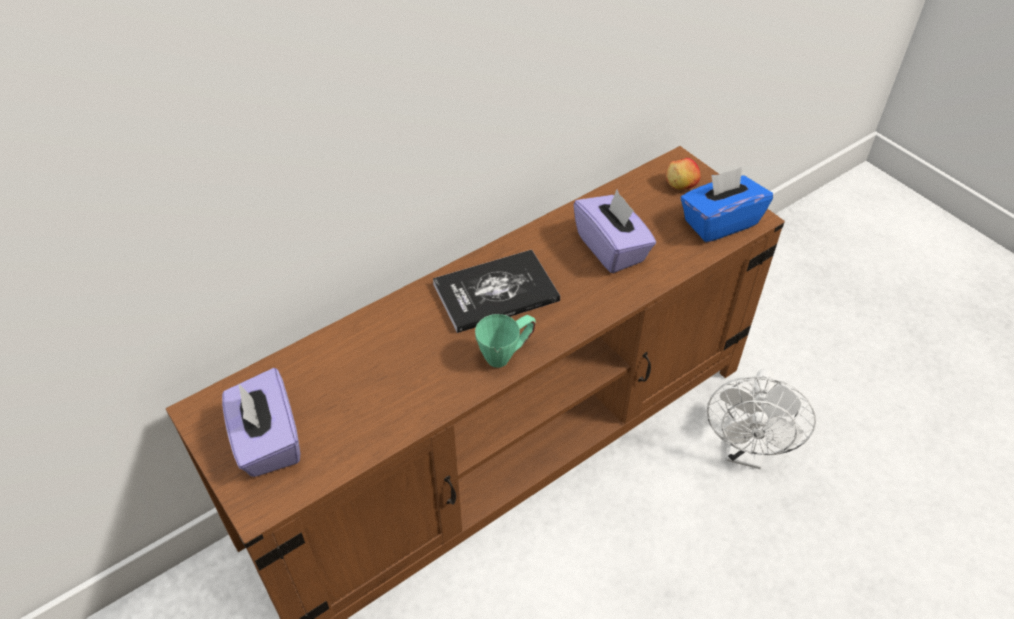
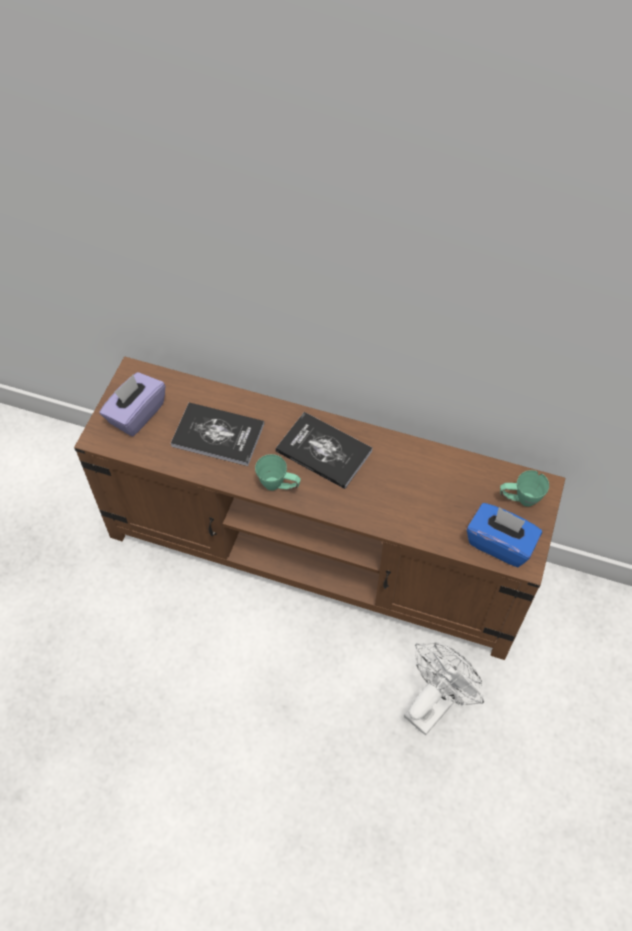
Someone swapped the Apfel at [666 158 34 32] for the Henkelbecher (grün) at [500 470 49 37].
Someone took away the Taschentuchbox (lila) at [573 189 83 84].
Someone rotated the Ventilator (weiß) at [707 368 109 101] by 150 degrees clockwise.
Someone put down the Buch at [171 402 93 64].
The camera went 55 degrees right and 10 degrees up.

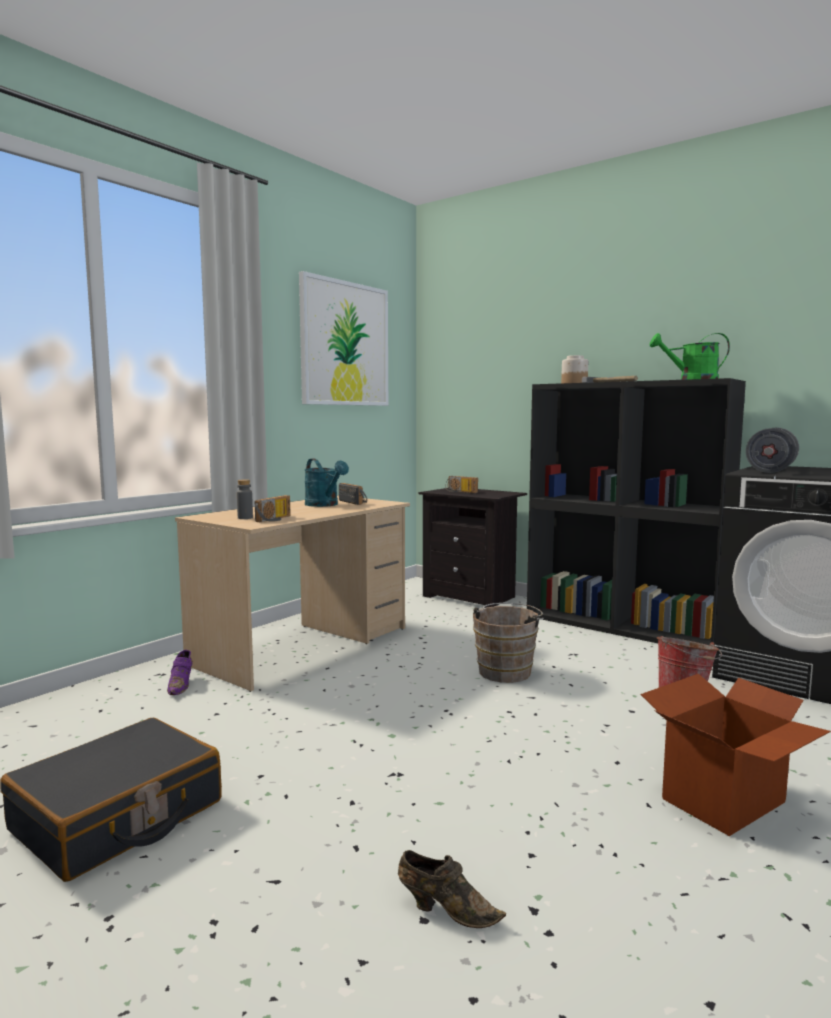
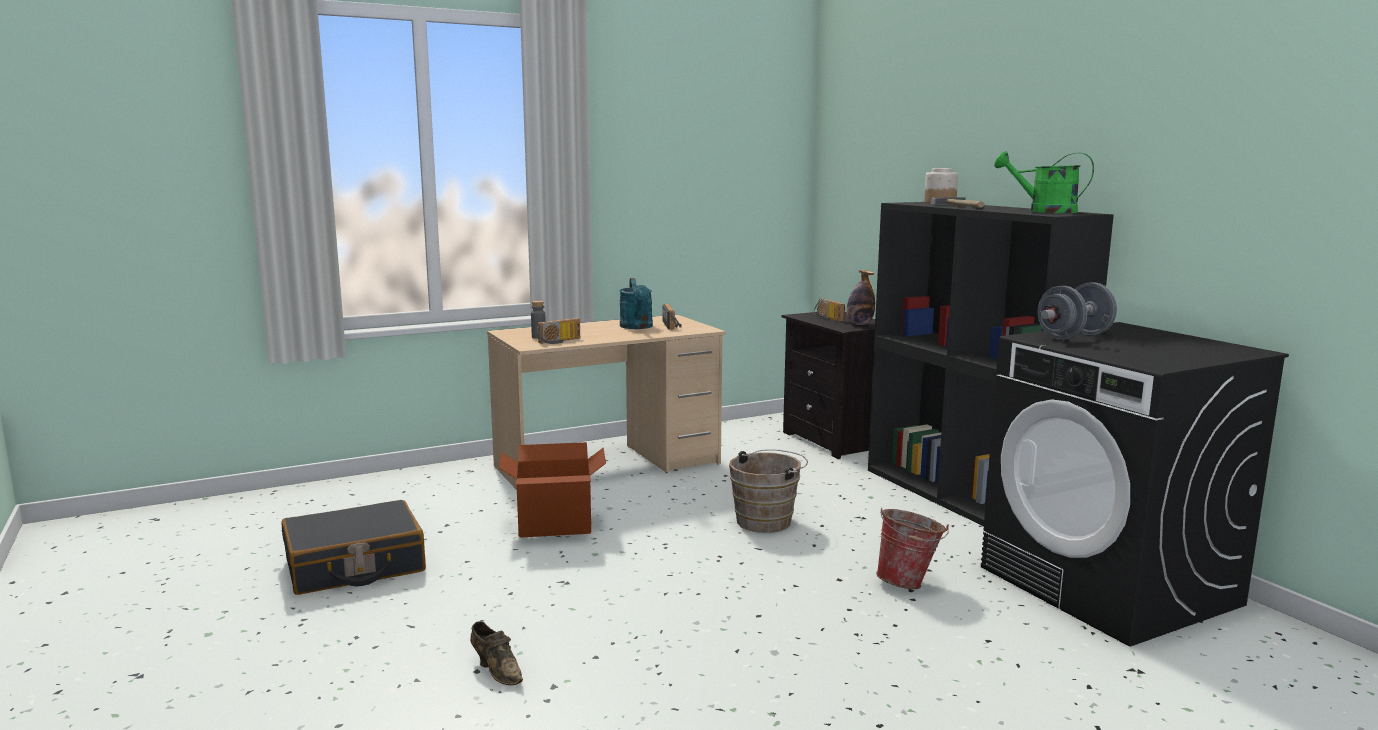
Someone took away the Bild at [299 271 89 135].
Someone took away the Schuh (lila) at [167 650 26 45].
Someone carried the Karton from [641 674 190 162] to [499 442 107 96].
Someone put down the Flasche at [847 270 28 55].
The camera went 25 degrees right and 5 degrees up.

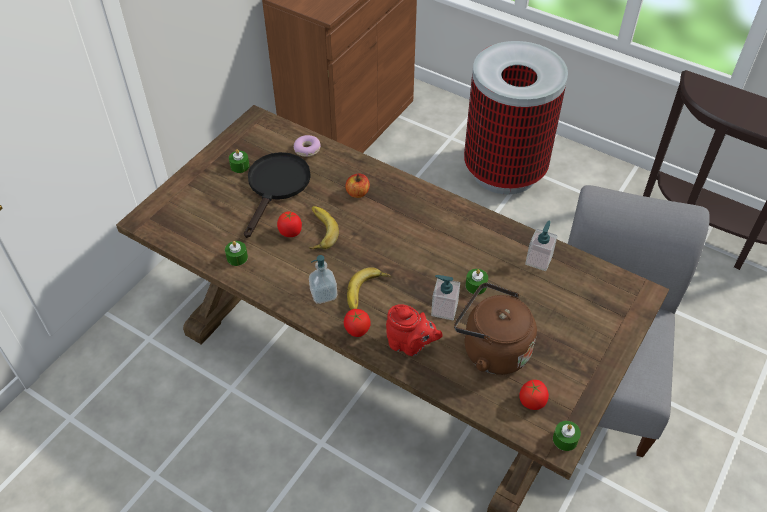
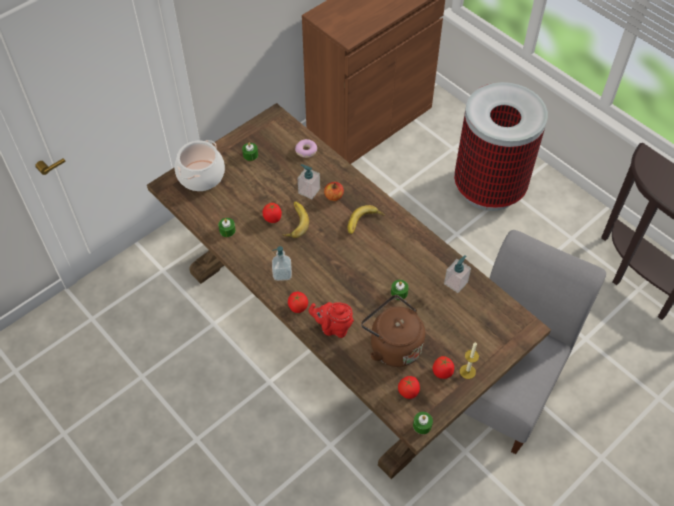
Someone took away the Pfanne (schwarz) at [244 152 67 86].
Someone carried the Banane from [347 267 45 43] to [348 205 37 30].
Someone carried the Seifenspender from [431 275 29 45] to [298 164 22 35].
Someone rotated the Teekanne (rot) at [386 305 57 51] by 150 degrees clockwise.
Someone put down the Kochtopf at [175 140 50 51].
Someone put down the Kerze at [460 342 19 37].
Someone put down the Tomate at [433 356 21 23].
The camera went 15 degrees right and 5 degrees up.

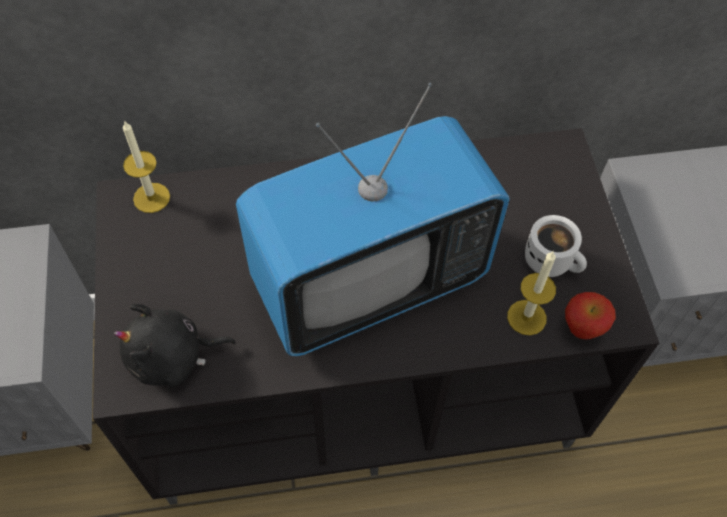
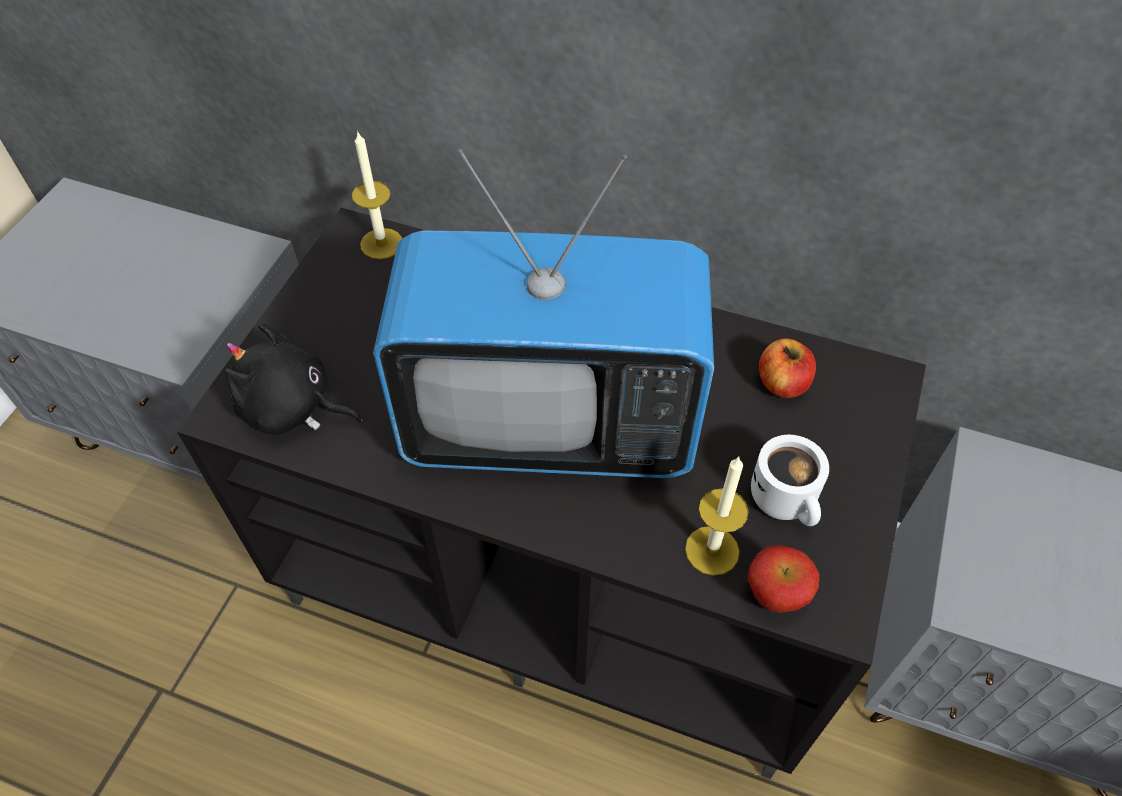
Someone put down the Apfel at [759 338 57 60].
The camera went 30 degrees right and 5 degrees down.

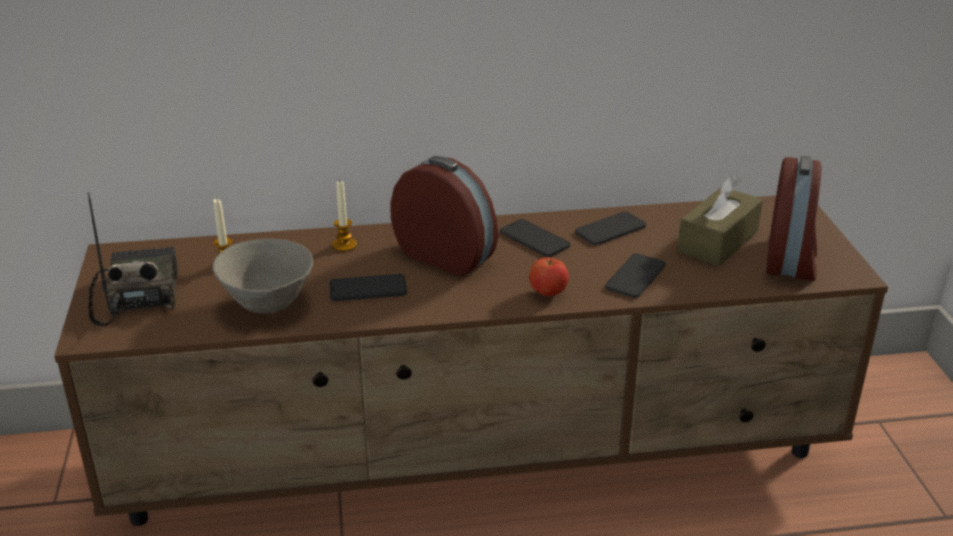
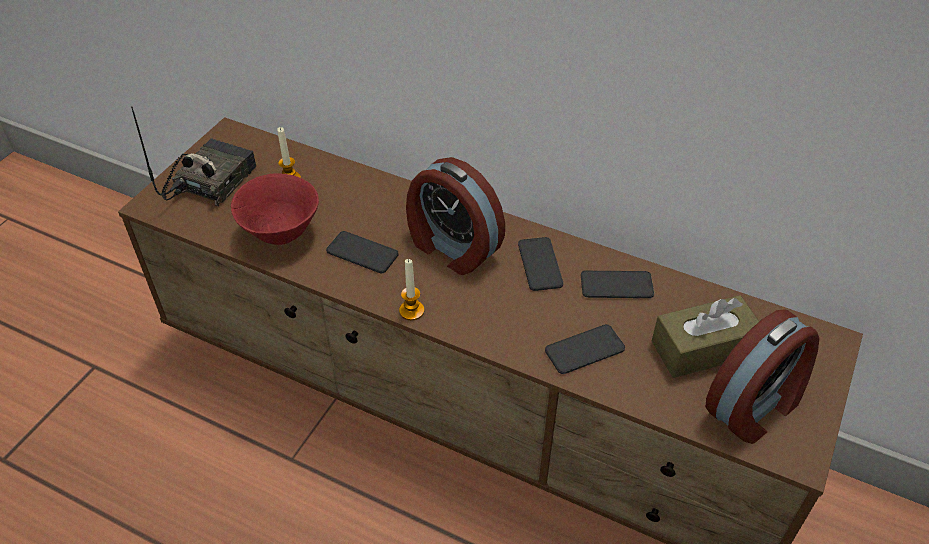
Someone rotated the Wecker at [390 156 109 120] by 150 degrees clockwise.
Someone carried the Kerze from [332 180 25 72] to [399 259 25 61].
Someone repainted the Schüssel (grau) at [213 239 100 75], which became the Schüssel (rot) at [231 173 88 72].
Someone took away the Apfel at [529 257 40 40].
The camera went 35 degrees right and 15 degrees up.

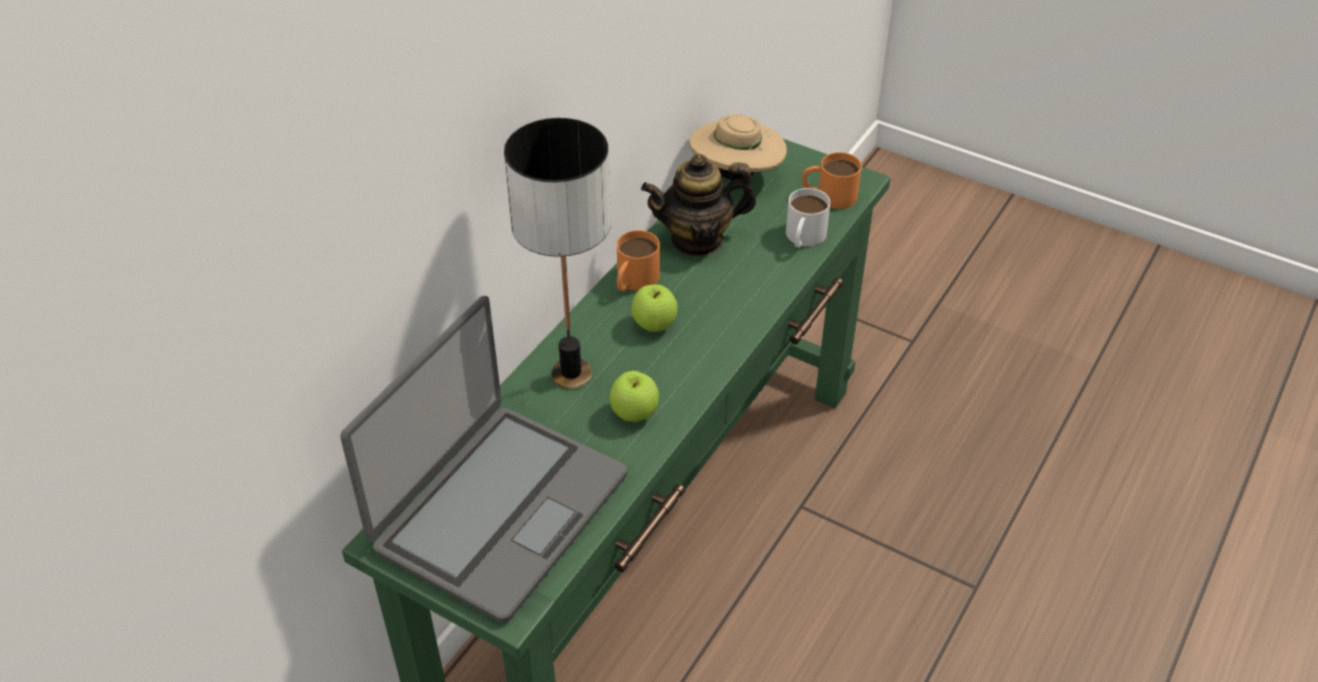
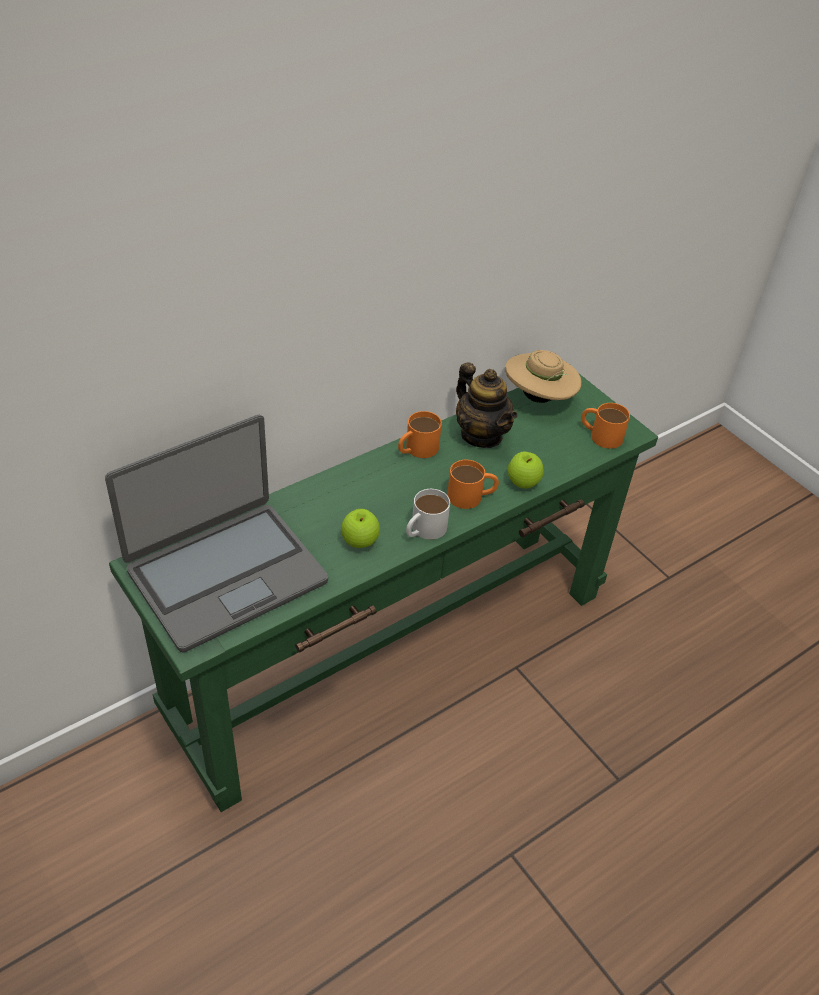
Someone took away the Tischlampe at [504 118 107 271].
Someone rotated the Teekanne at [641 154 115 103] by 135 degrees counterclockwise.
Someone carried the Henkelbecher (weiß) from [786 188 44 60] to [406 489 44 51].
Someone carried the Apfel from [631 284 47 48] to [508 452 36 37].
Someone put down the Henkelbecher (orange) at [447 460 52 49].
The camera went 20 degrees right and 0 degrees up.

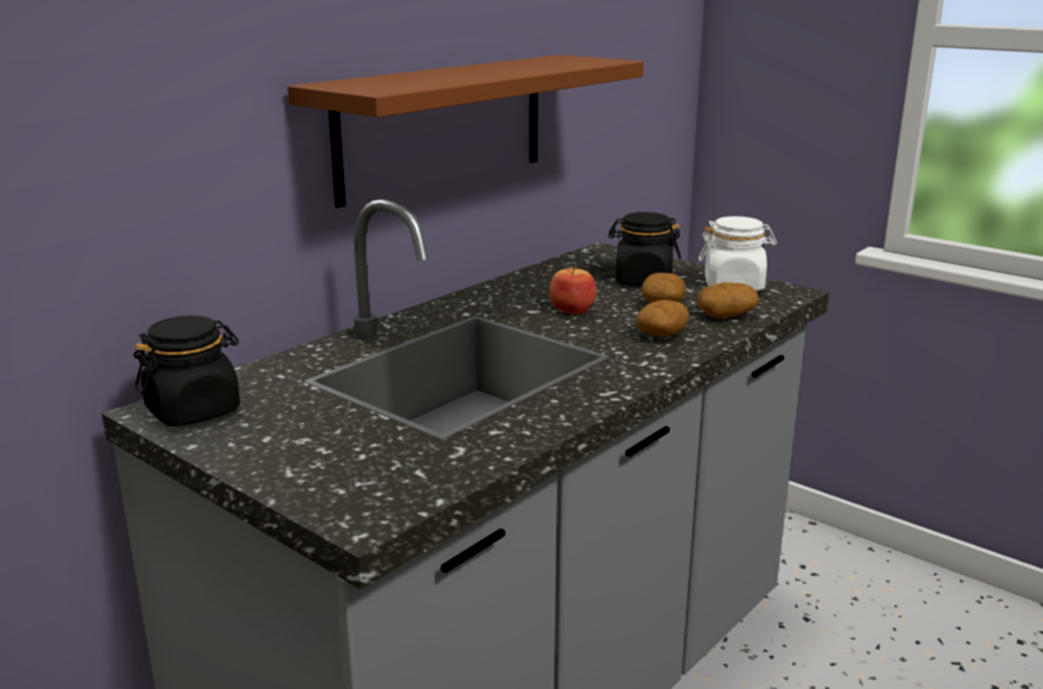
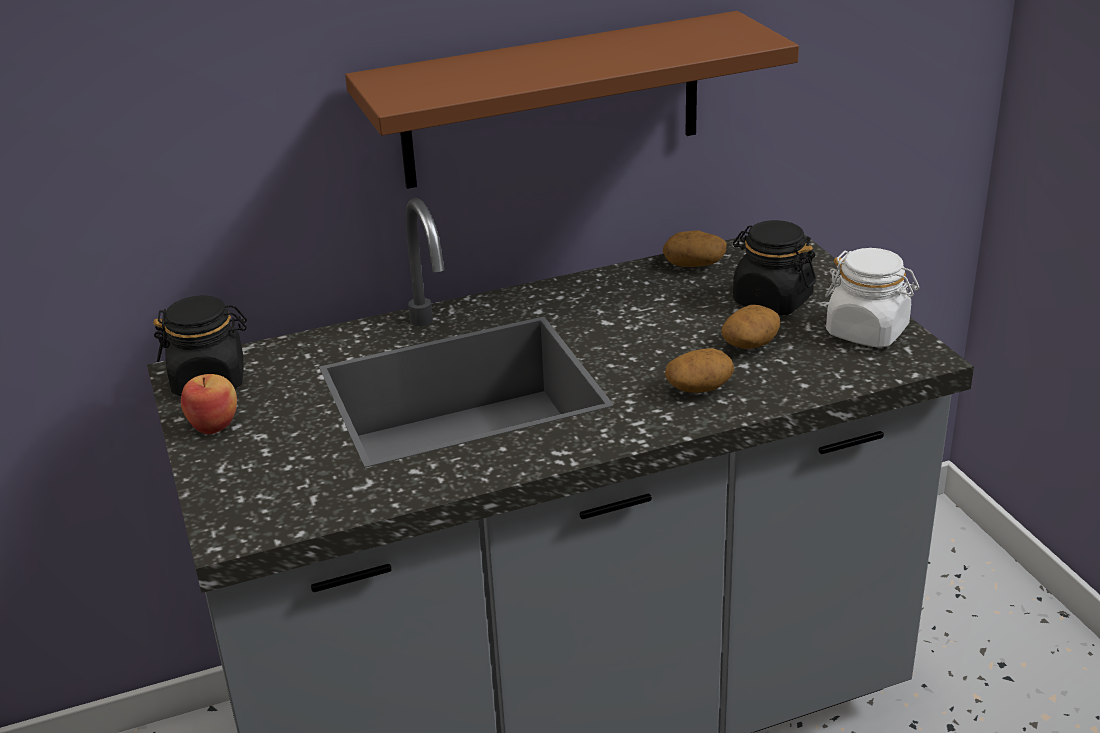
Someone carried the Apfel from [549 266 48 49] to [181 374 56 60].
Someone carried the Kartoffel from [697 282 62 36] to [663 230 64 37].
The camera went 30 degrees right and 10 degrees up.

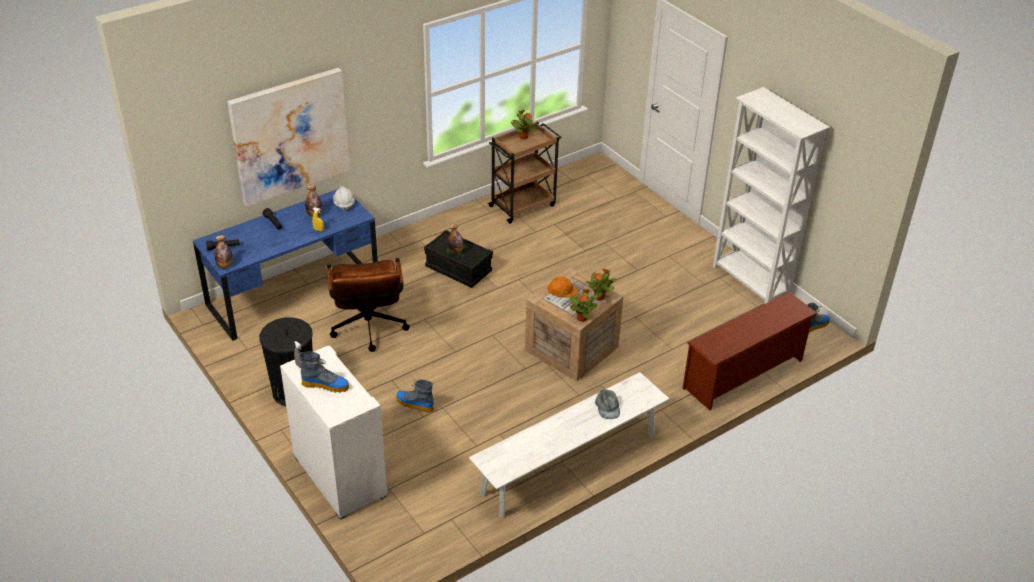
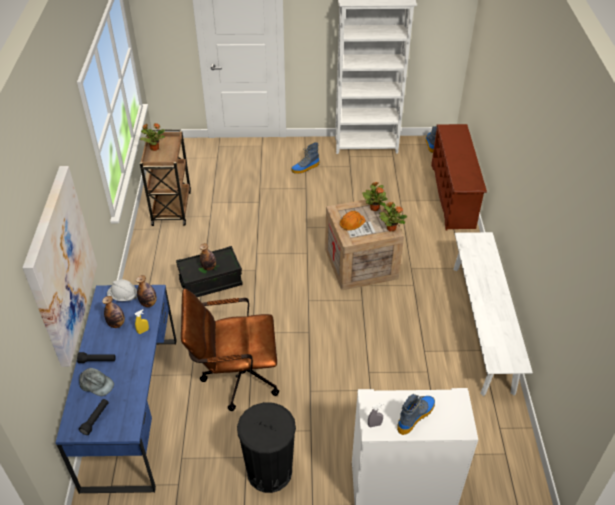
Someone carried the Flasche from [215 235 18 34] to [136 275 21 32].
Someone rotated the Bürostuhl (braun) at [327 258 83 94] by 150 degrees clockwise.
Someone carried the Stiefel from [396 379 38 34] to [291 142 28 32].
Someone carried the Kappe (grau) from [595 389 25 30] to [79 368 35 28].
The camera went 55 degrees left and 5 degrees up.

